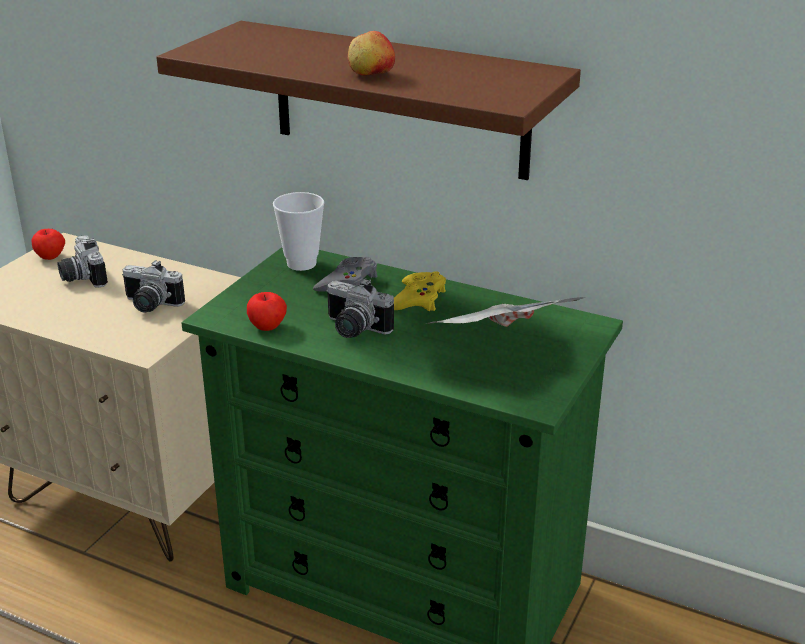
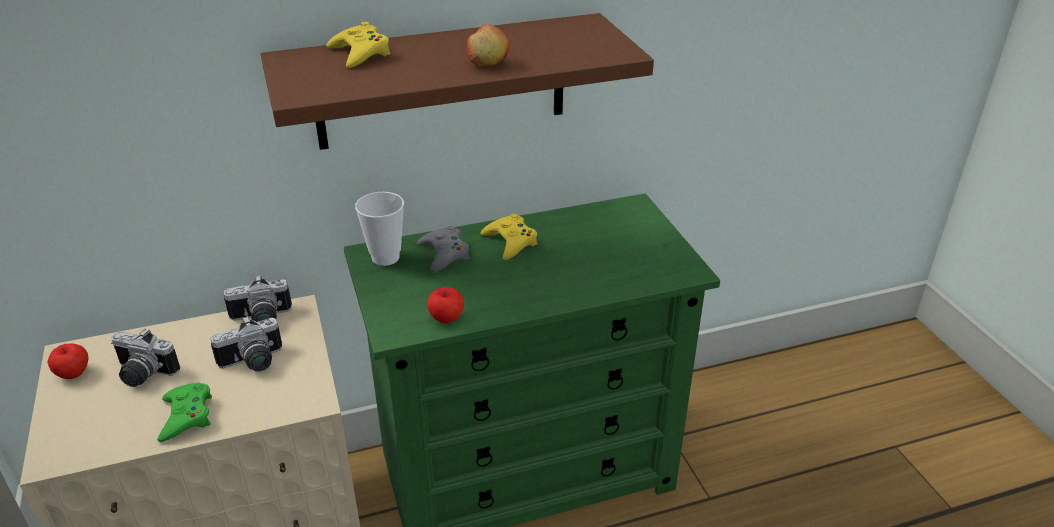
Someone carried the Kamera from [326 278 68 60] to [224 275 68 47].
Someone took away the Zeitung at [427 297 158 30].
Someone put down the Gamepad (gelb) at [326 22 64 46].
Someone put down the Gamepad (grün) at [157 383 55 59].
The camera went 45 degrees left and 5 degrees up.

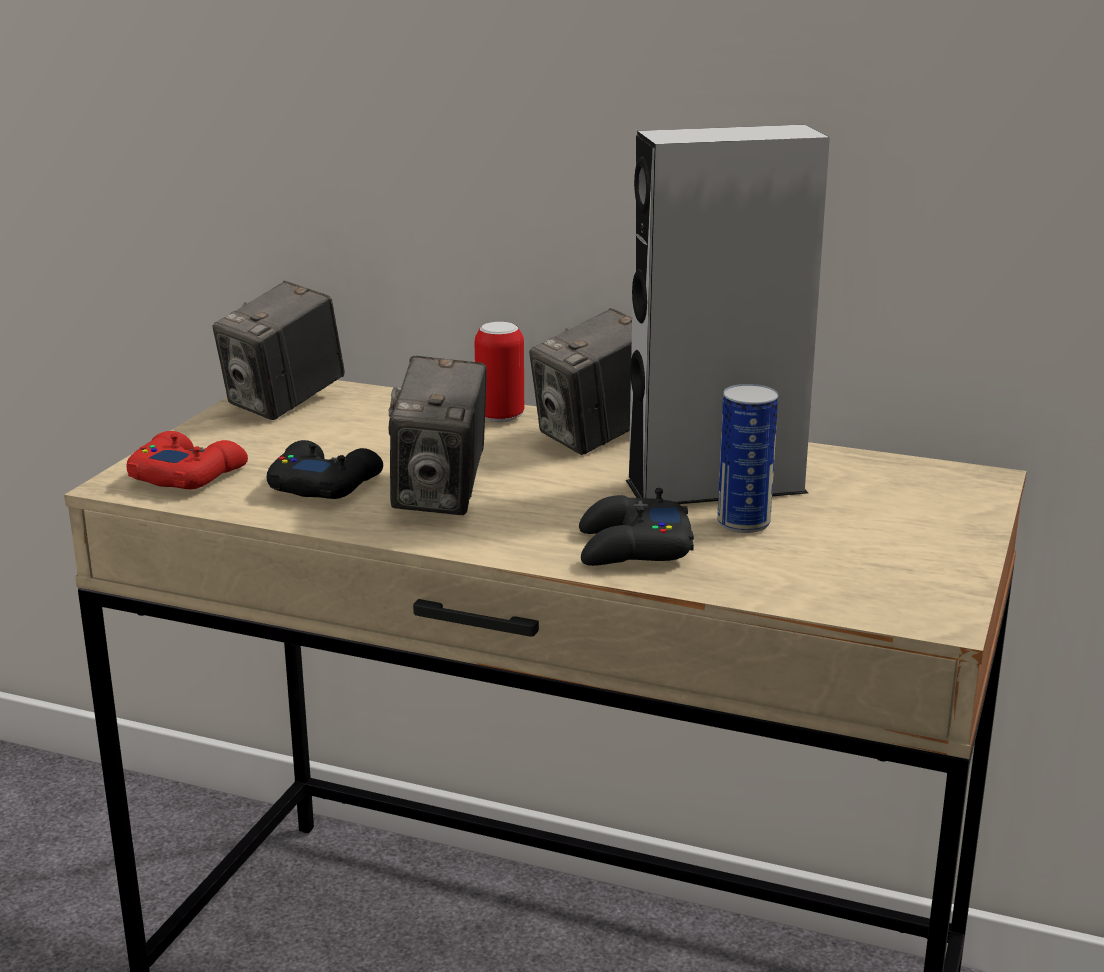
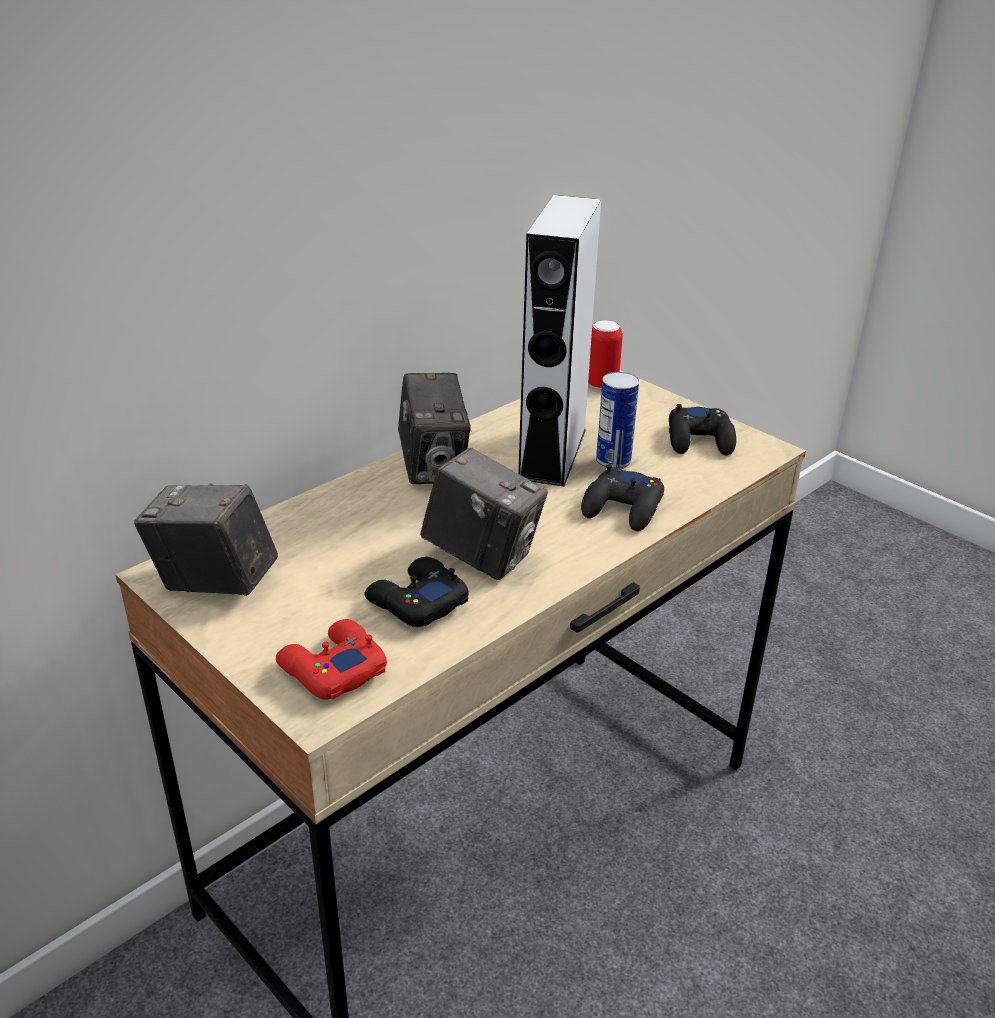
Someone rotated the Kamera at [212 281 133 139] by 135 degrees clockwise.
Someone carried the Dose from [474 322 50 100] to [588 320 35 70].
Someone put down the Gamepad (schwarz) at [669 404 67 52].
The camera went 65 degrees left and 10 degrees up.

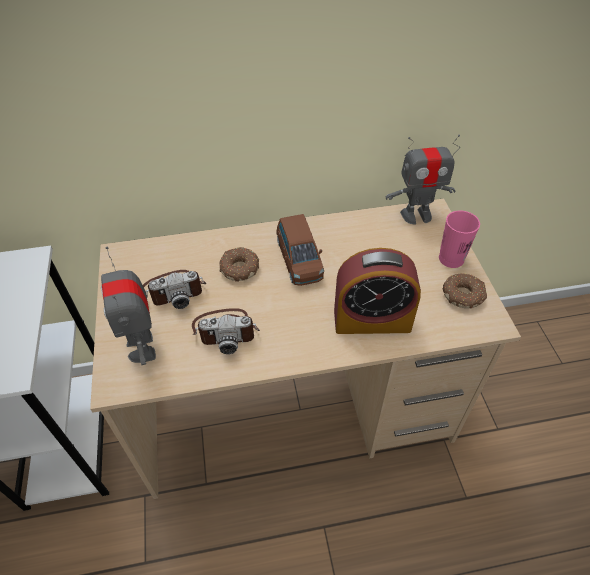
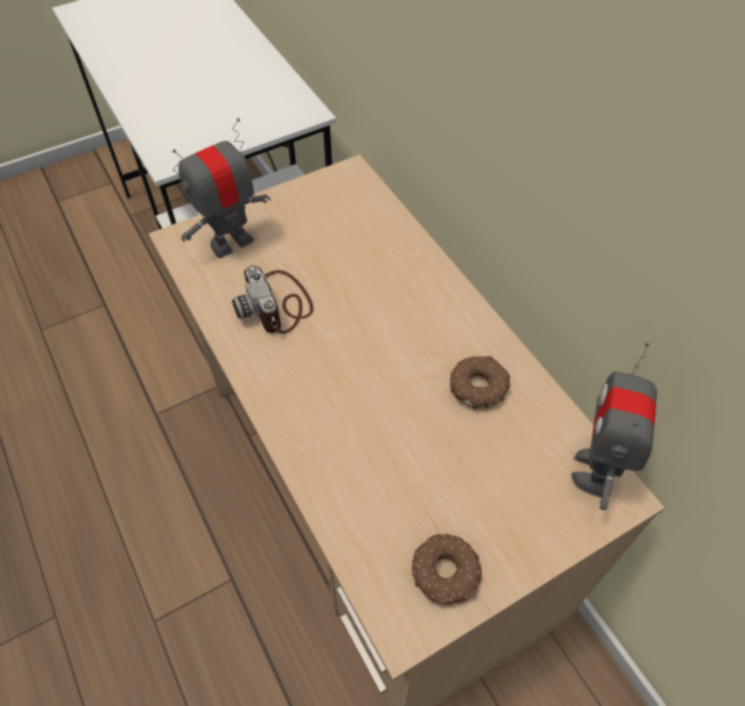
Someone rotated the Spielzeugroboter at [386 135 74 90] by 45 degrees clockwise.
Someone took away the Tasse (rosa) at [439 211 41 57].
Someone took away the Spielzeugauto (braun) at [276 214 48 72].
Someone carried the Donut from [219 247 40 35] to [450 356 61 53].
Someone took away the Wecker at [334 248 87 86].
Someone took away the Kamera at [143 270 63 39].
The camera went 70 degrees right and 5 degrees up.

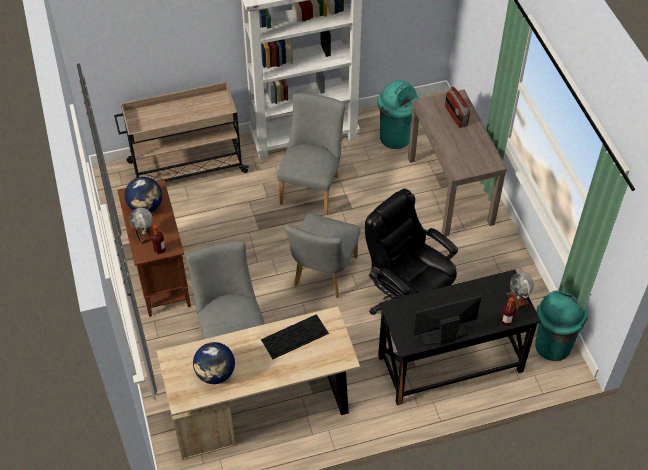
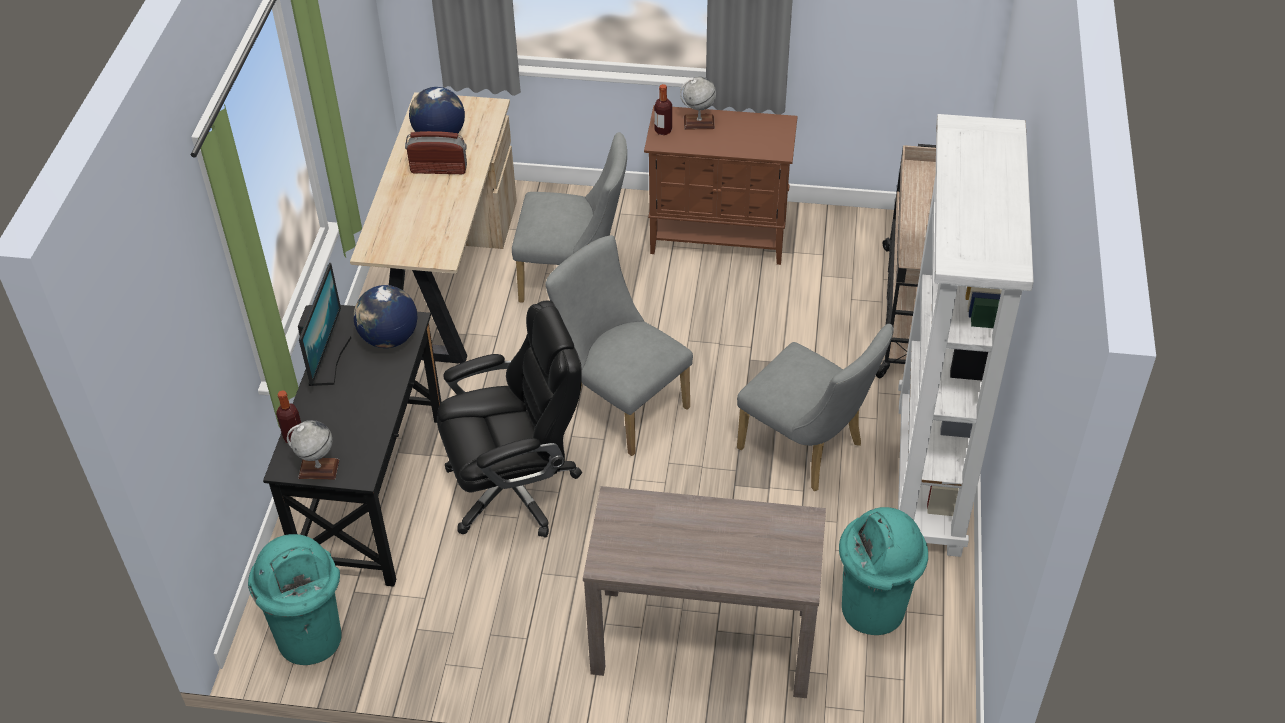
Someone carried the Radio from [445 87 25 41] to [405 131 62 43].
Someone carried the Globus from [124 177 38 35] to [353 285 64 63].
Someone took away the Tastatur at [261 314 68 45].
The camera went 115 degrees right and 5 degrees down.

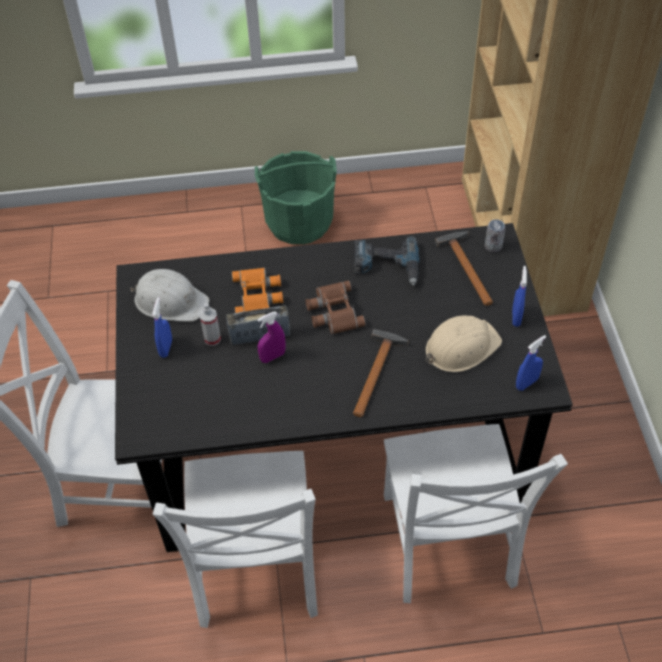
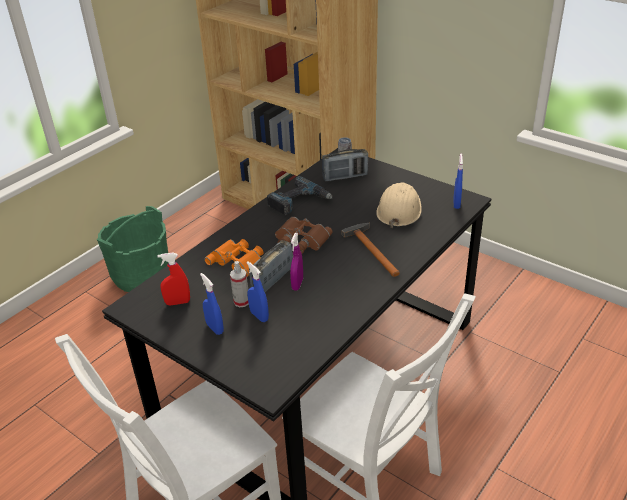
Someone swapped the Hammer at [435 231 58 75] for the Radio at [322 149 46 33].
Someone carried the Sprühflasche (blau) from [512 266 15 61] to [247 261 22 61].
Someone swapped the Schutzhelm (weiß) at [130 269 79 52] for the Sprühflasche (rot) at [157 253 33 53].
Someone took away the Stuhl (weiß) at [384 424 184 179].
The camera went 45 degrees left and 15 degrees down.

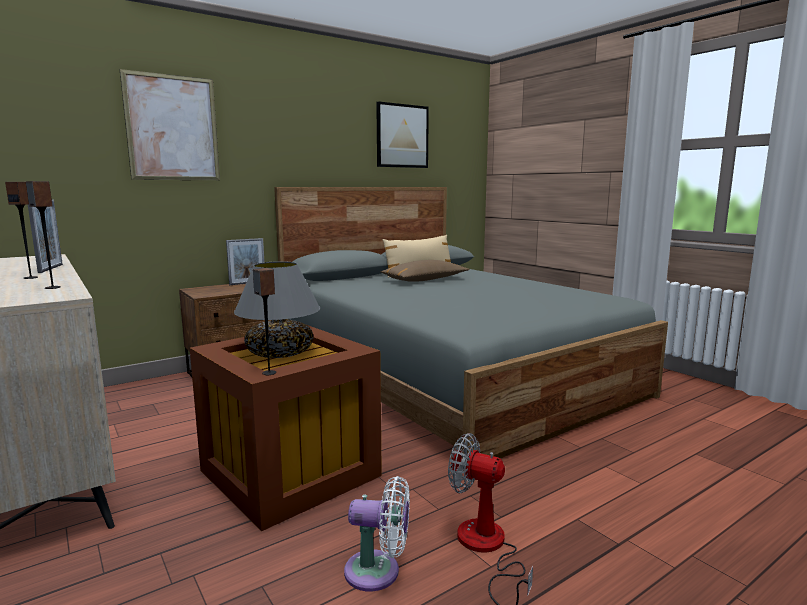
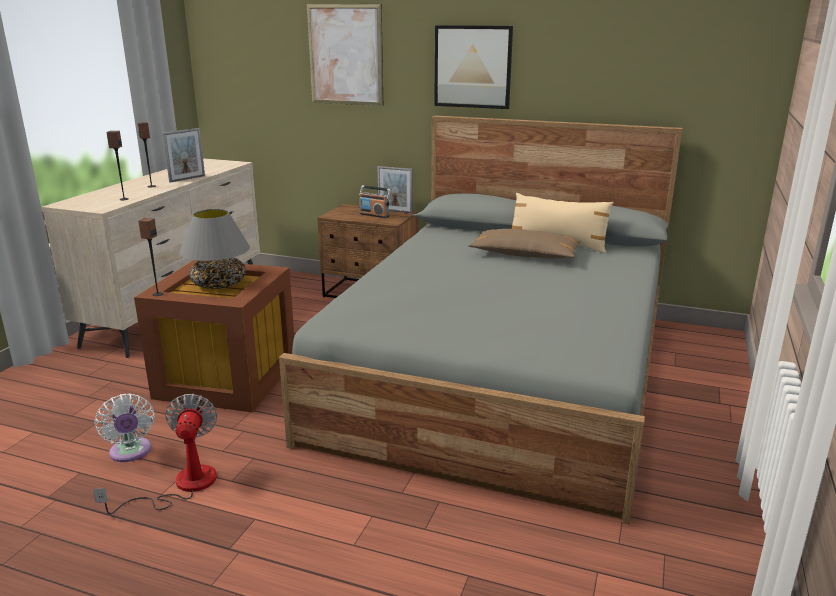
Someone carried the Bild from [376 101 53 67] to [434 25 79 84].
Someone put down the Radio at [359 185 32 33].
The camera went 55 degrees right and 10 degrees up.

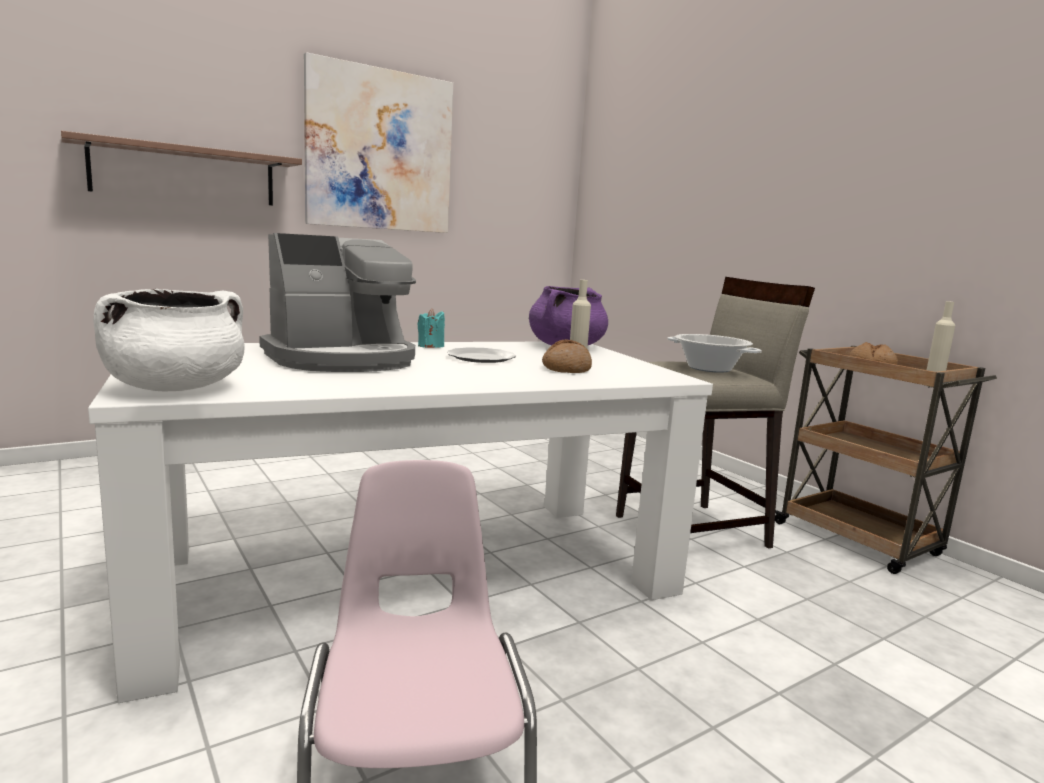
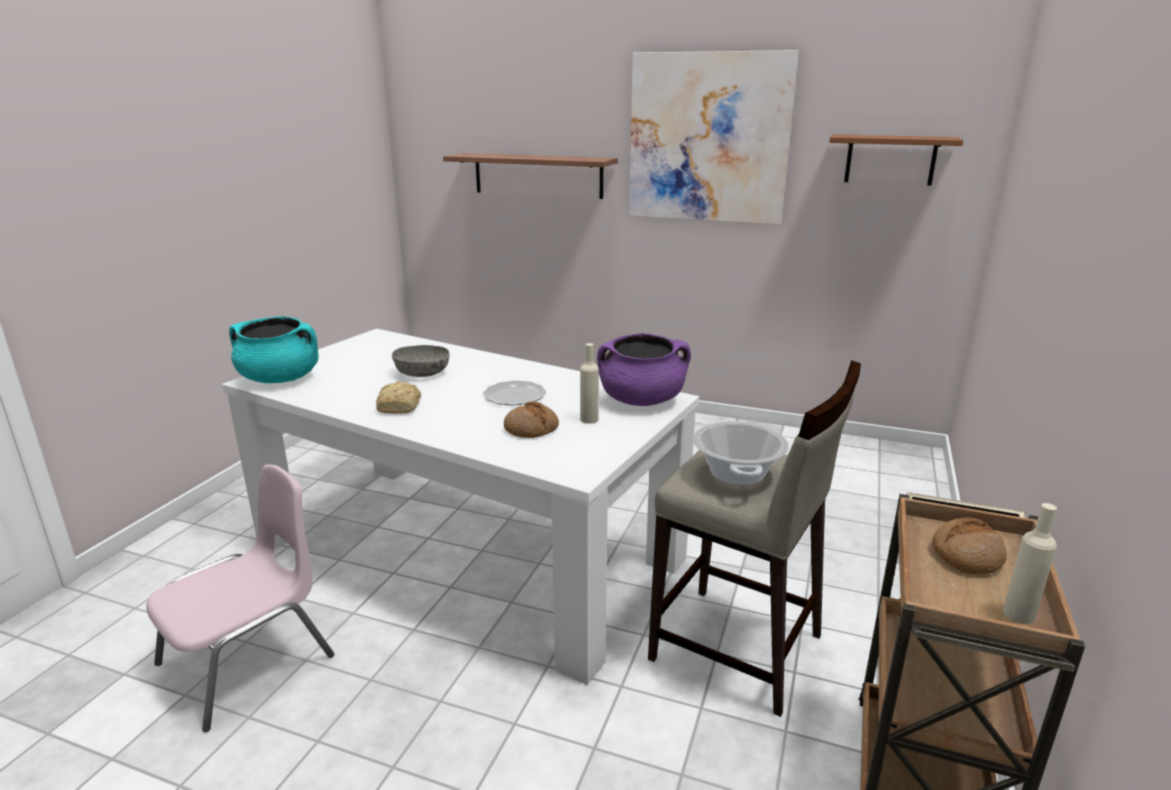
Someone swapped the Kaffeemaschine at [259 233 157 139] for the Schüssel (grau) at [392 345 58 32].
Someone repainted the Kochtopf (weiß) at [93 289 152 102], which became the Kochtopf (türkis) at [229 316 89 67].
Someone took away the Kerze (türkis) at [417 308 28 40].
Someone put up the Wandregal (braun) at [829 135 134 51].
Someone put down the Brot at [376 382 45 31].
The camera went 55 degrees right and 10 degrees up.

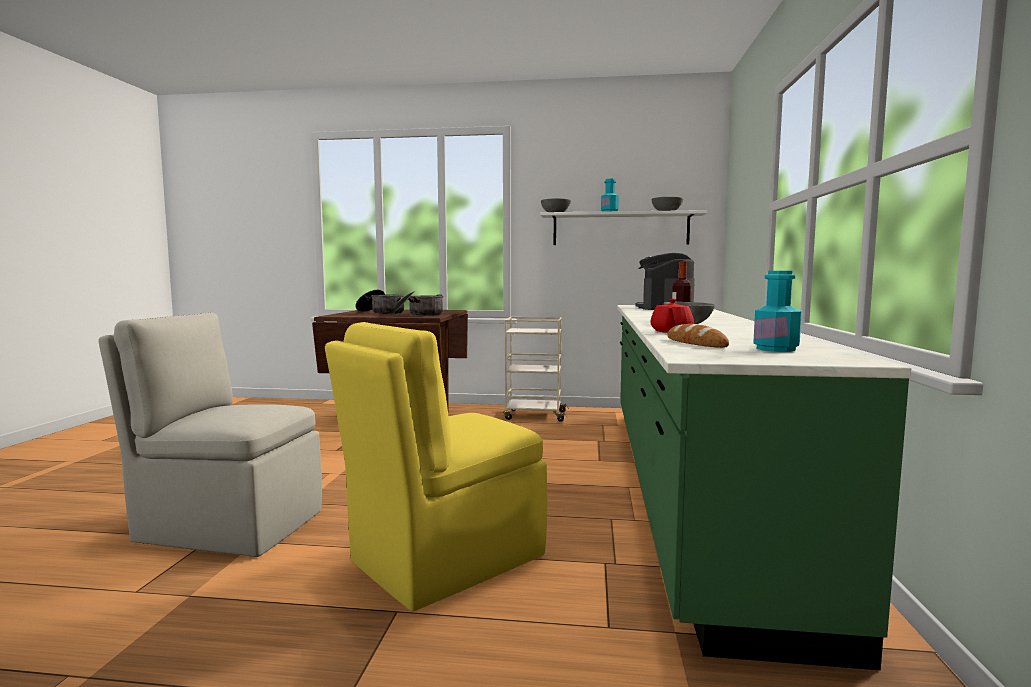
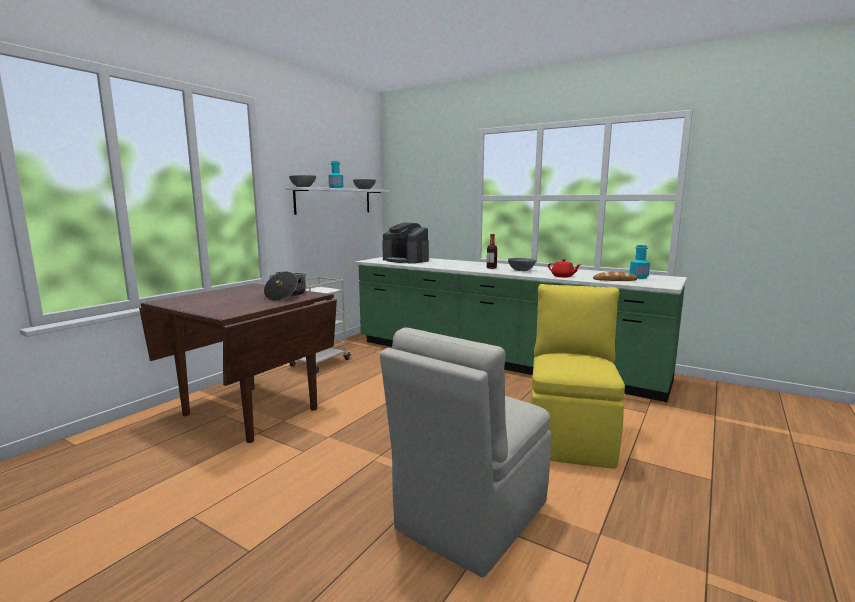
Someone took away the Kochtopf at [355 290 54 24].
Someone rotated the Stuhl (gelb) at [325 322 222 290] by 150 degrees counterclockwise.
The camera went 65 degrees left and 5 degrees up.

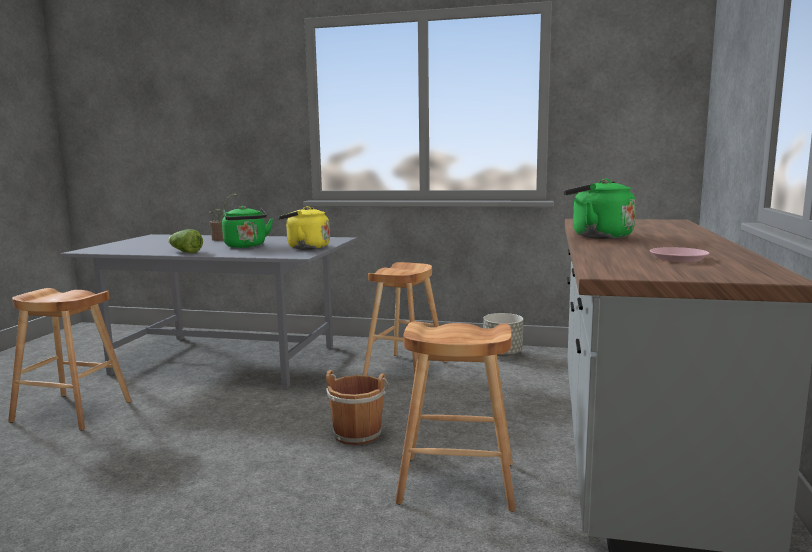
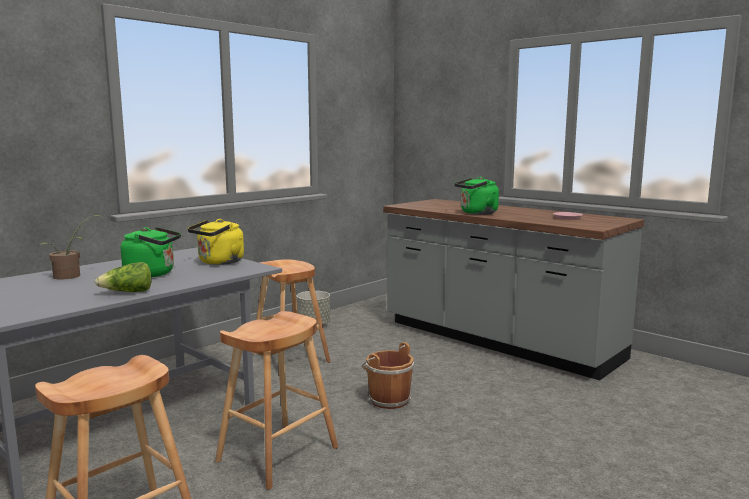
Someone carried the Hocker (braun) from [395 321 121 191] to [215 311 123 179].
The camera went 60 degrees left and 0 degrees up.

